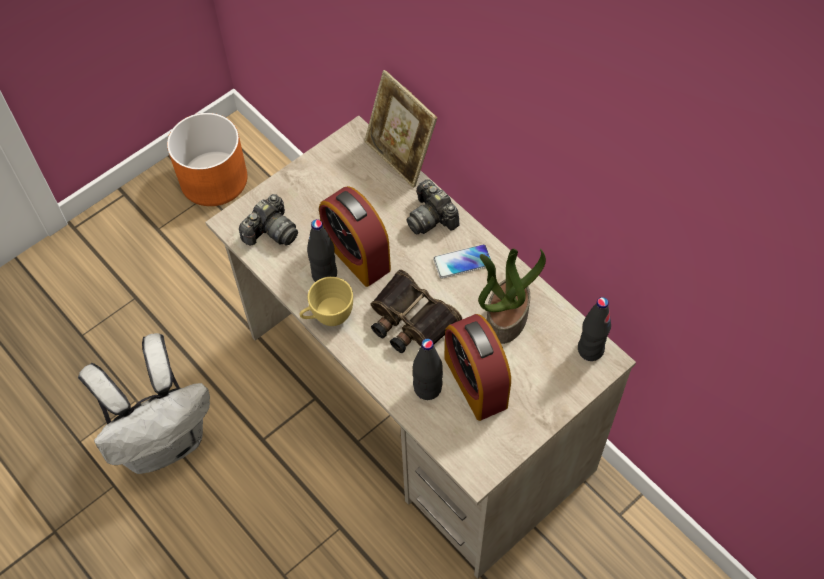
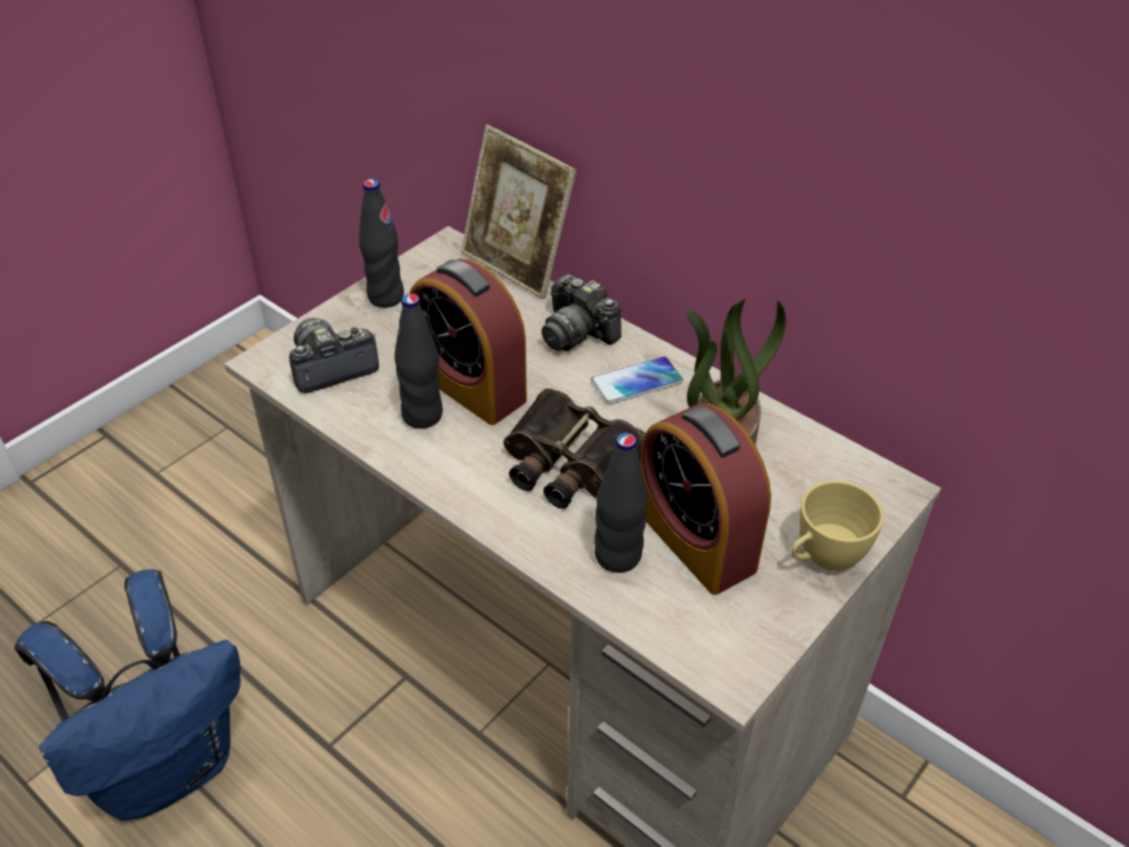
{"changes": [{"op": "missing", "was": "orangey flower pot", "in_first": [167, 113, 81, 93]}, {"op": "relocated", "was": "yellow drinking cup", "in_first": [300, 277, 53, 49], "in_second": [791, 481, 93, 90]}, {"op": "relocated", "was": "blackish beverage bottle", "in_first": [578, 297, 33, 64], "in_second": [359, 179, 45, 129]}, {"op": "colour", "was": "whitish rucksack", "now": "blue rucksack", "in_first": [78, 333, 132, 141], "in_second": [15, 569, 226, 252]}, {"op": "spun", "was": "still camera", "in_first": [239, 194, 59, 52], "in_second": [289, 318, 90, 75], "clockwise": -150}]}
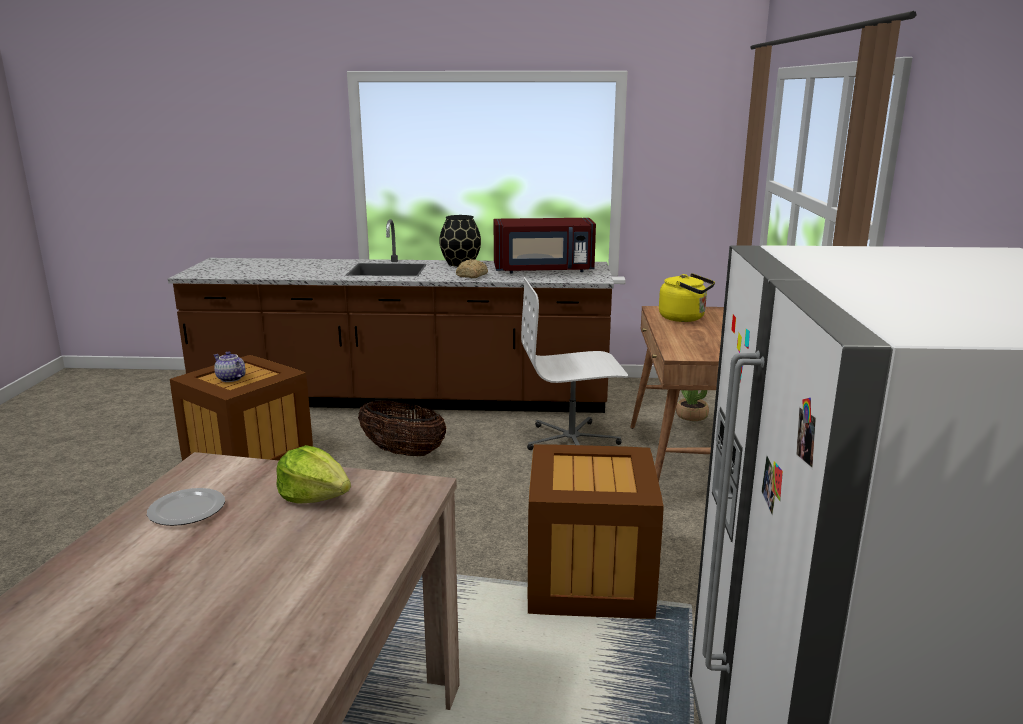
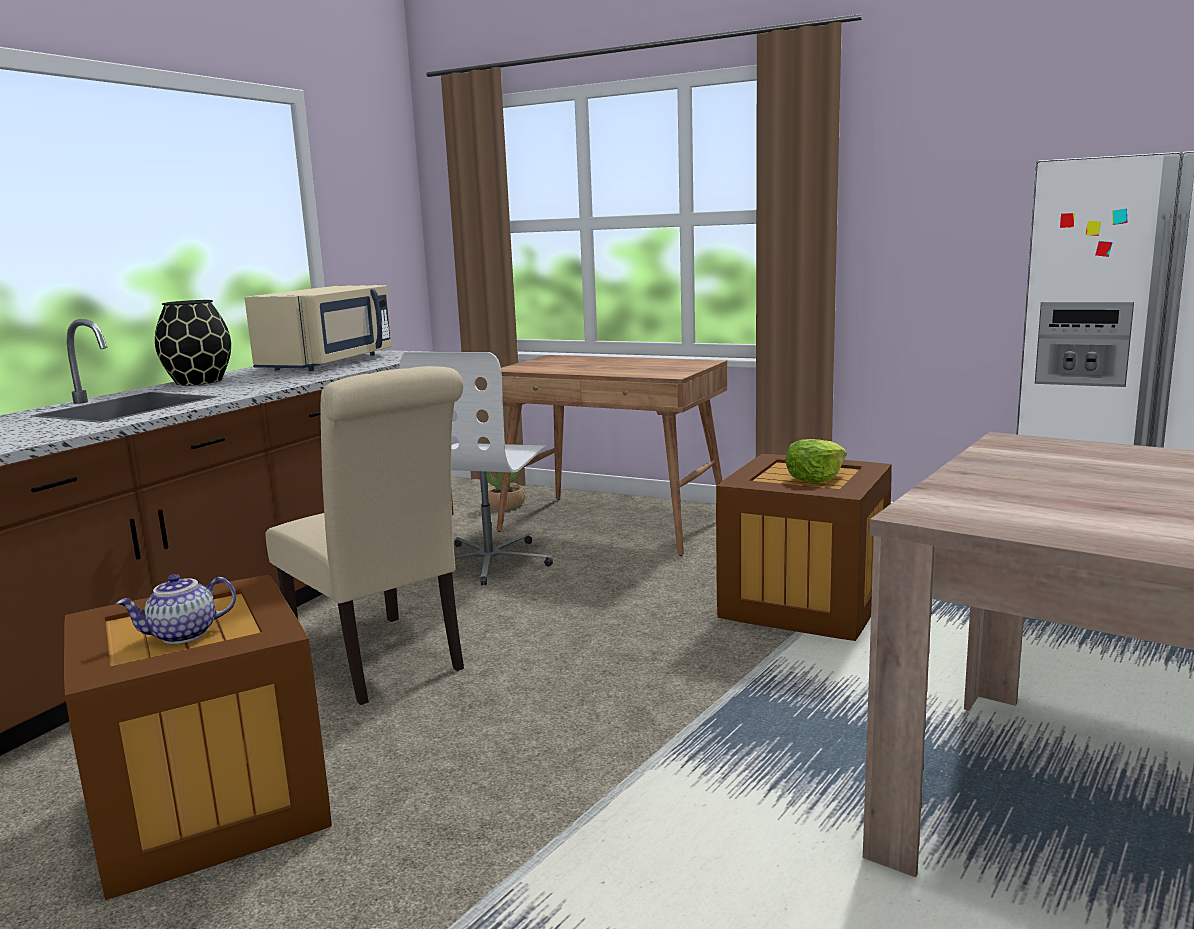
{"changes": [{"op": "missing", "was": "flat dish", "in_first": [147, 488, 78, 38]}, {"op": "missing", "was": "baked bread", "in_first": [456, 259, 32, 19]}, {"op": "missing", "was": "yellow tea kettle", "in_first": [659, 273, 56, 49]}, {"op": "relocated", "was": "lettuce", "in_first": [276, 445, 75, 59], "in_second": [785, 439, 62, 44]}, {"op": "exchanged", "was": "household basket", "now": "sand-coloured upright chair", "in_first": [358, 400, 89, 56], "in_second": [265, 366, 199, 339]}, {"op": "colour", "was": "red-coloured microwave oven", "now": "sand-coloured microwave oven", "in_first": [494, 218, 102, 56], "in_second": [244, 285, 148, 86]}]}
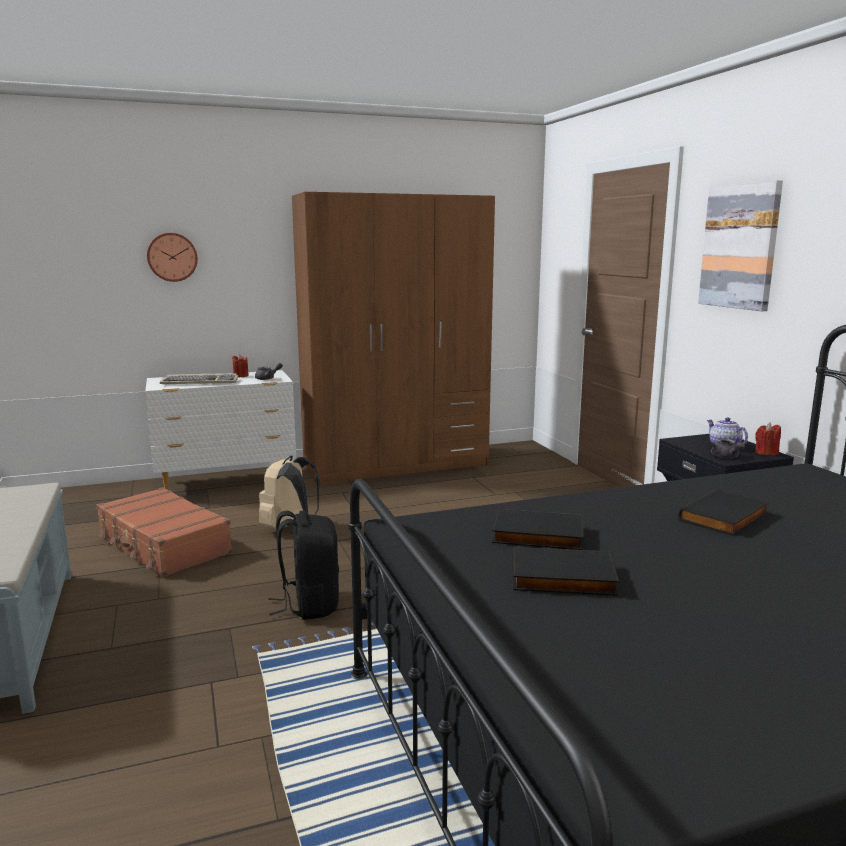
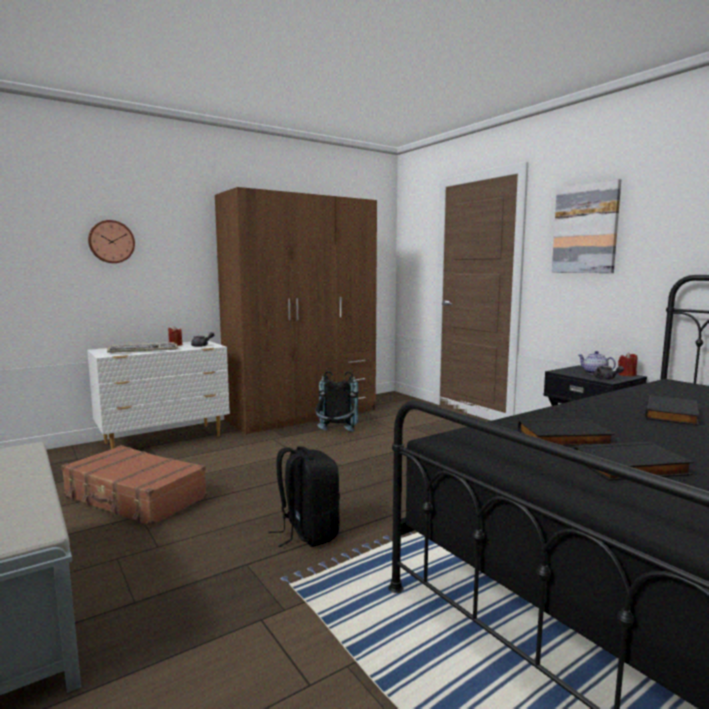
{"changes": [{"op": "missing", "was": "sand-coloured rucksack", "in_first": [259, 456, 61, 78]}, {"op": "appeared", "now": "blackish rucksack", "in_second": [316, 371, 42, 61]}]}
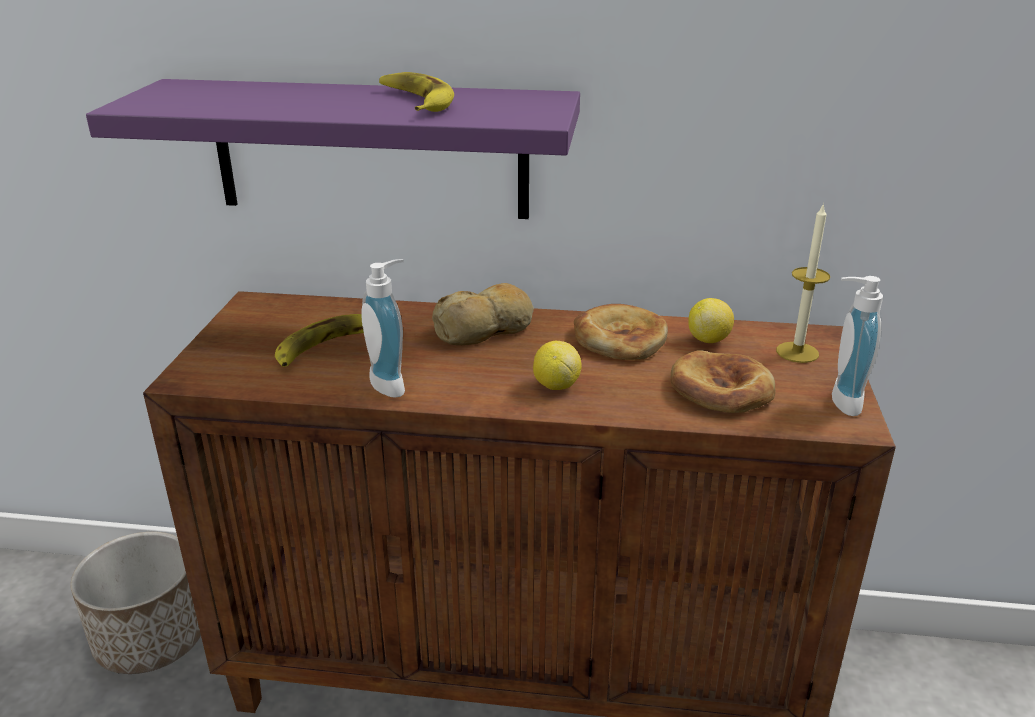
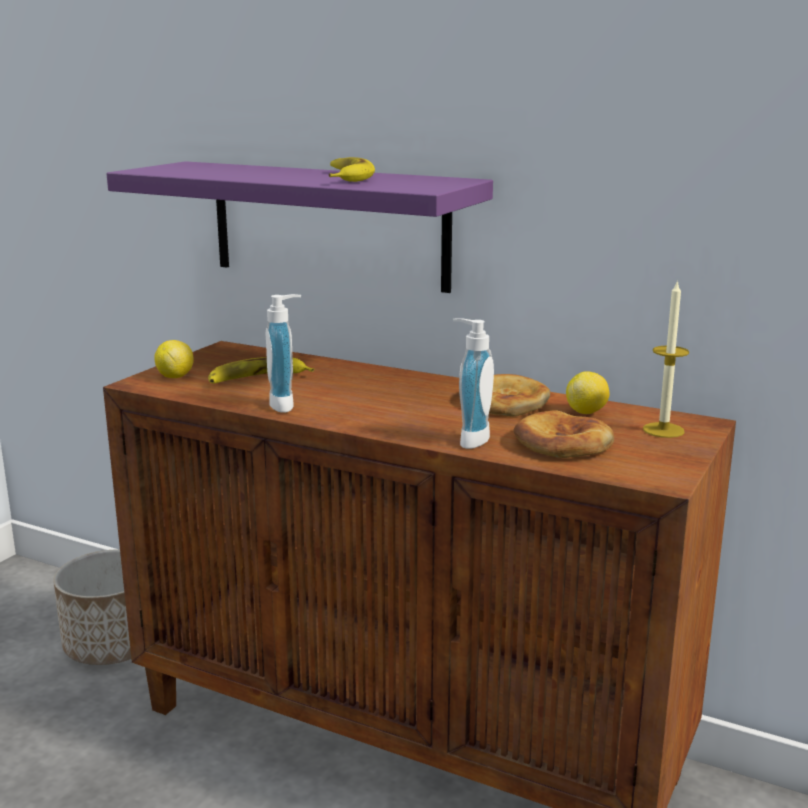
{"changes": [{"op": "missing", "was": "baked bread", "in_first": [432, 283, 102, 62]}, {"op": "relocated", "was": "whole lemon", "in_first": [533, 341, 49, 49], "in_second": [154, 340, 40, 38]}, {"op": "relocated", "was": "liquid soap bottle", "in_first": [832, 276, 51, 140], "in_second": [453, 318, 41, 131]}]}
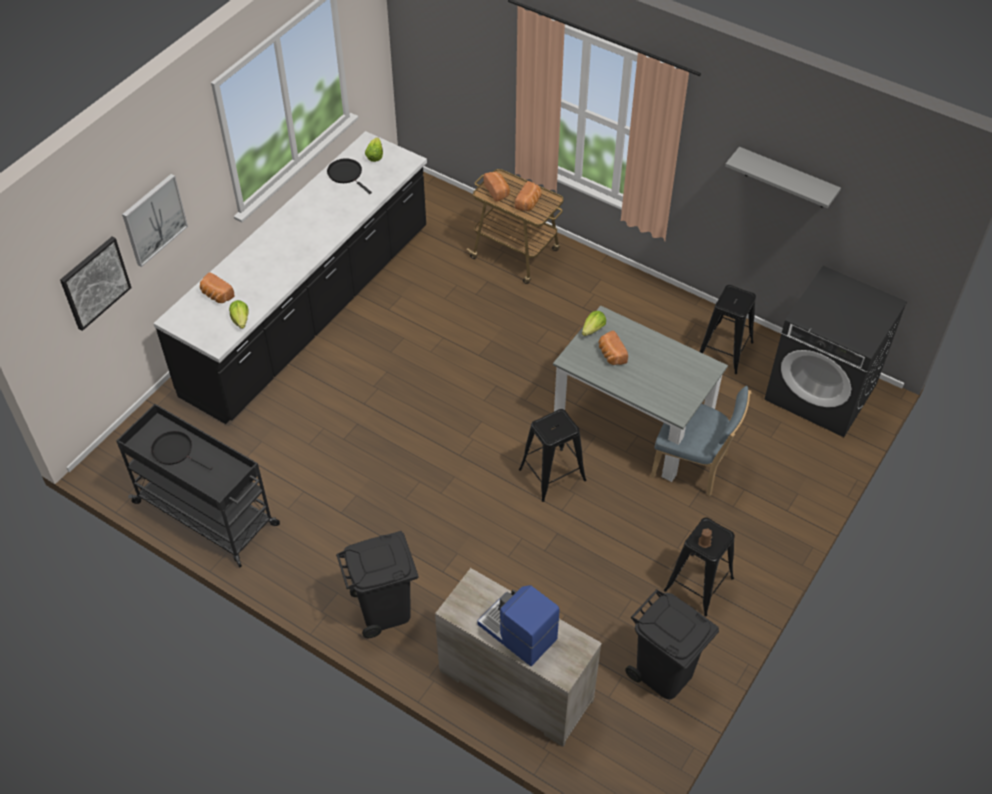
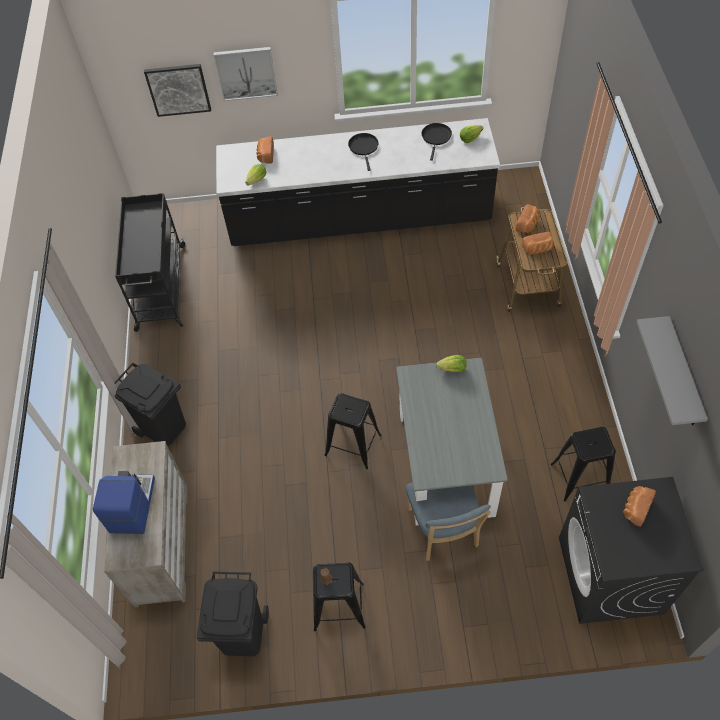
{"changes": [{"op": "relocated", "was": "blackish skillet", "in_first": [151, 431, 62, 39], "in_second": [348, 133, 30, 38]}, {"op": "relocated", "was": "baked bread", "in_first": [599, 331, 29, 34], "in_second": [623, 486, 33, 41]}]}
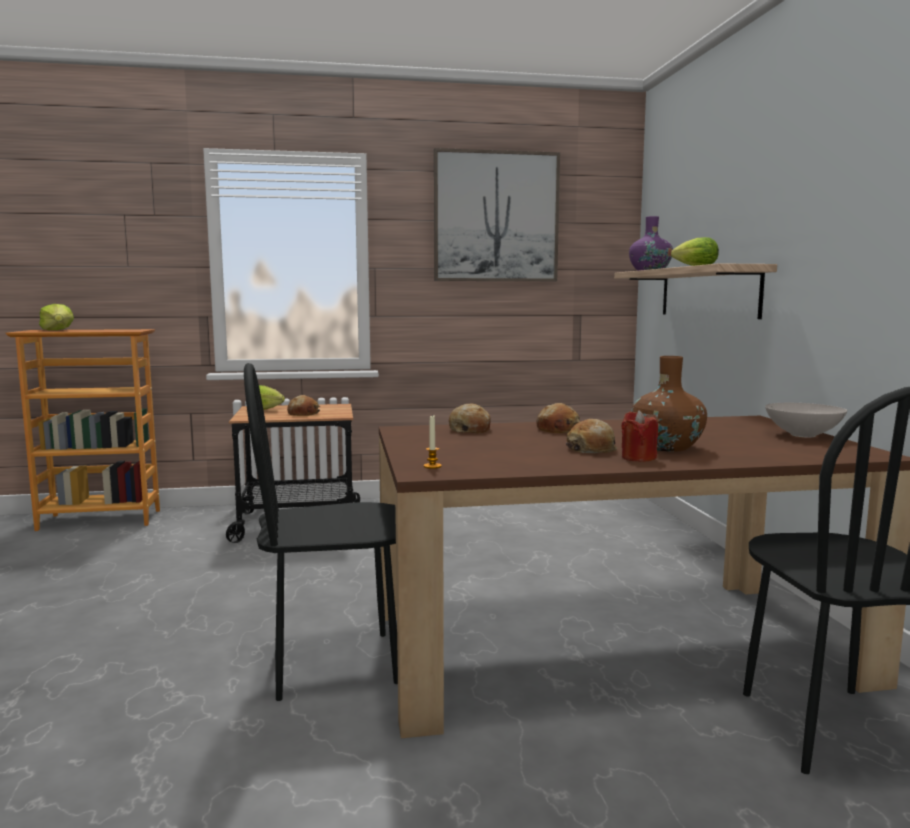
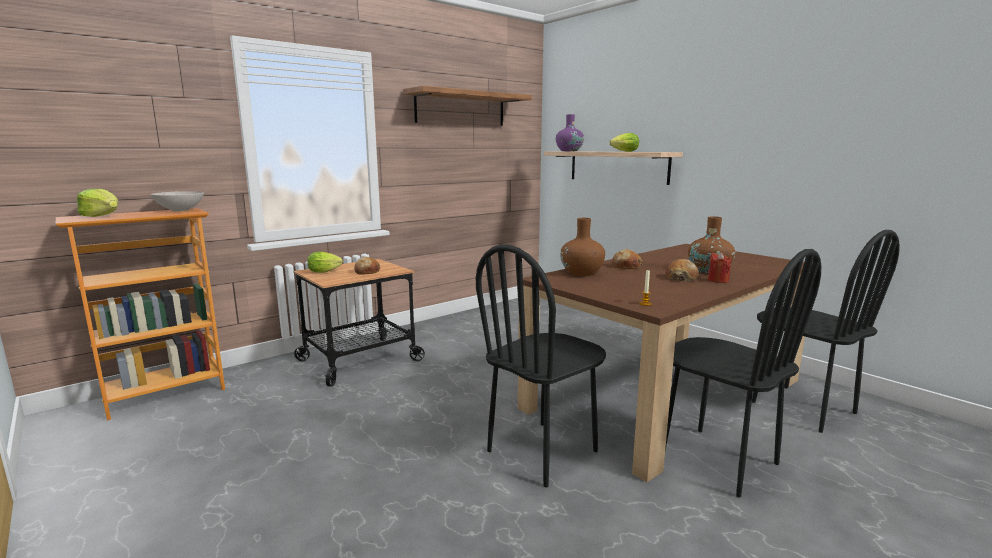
{"changes": [{"op": "appeared", "now": "blackish upright chair", "in_second": [665, 249, 156, 248]}, {"op": "relocated", "was": "whitish deep dish", "in_first": [765, 403, 82, 35], "in_second": [150, 191, 54, 20]}, {"op": "exchanged", "was": "wall art", "now": "bracket shelf", "in_first": [434, 148, 126, 133], "in_second": [403, 86, 129, 40]}, {"op": "exchanged", "was": "baked bread", "now": "brown flower vase", "in_first": [449, 403, 42, 30], "in_second": [560, 218, 45, 58]}]}
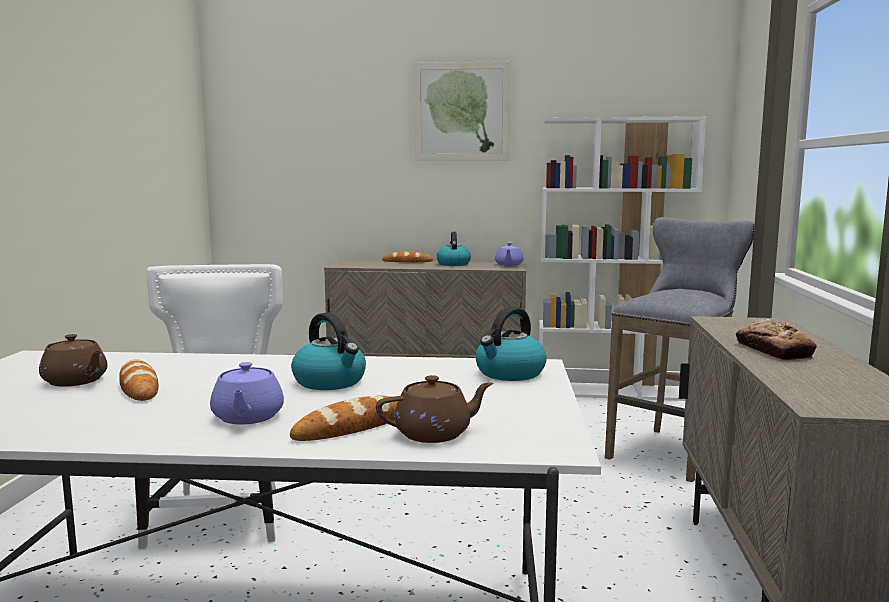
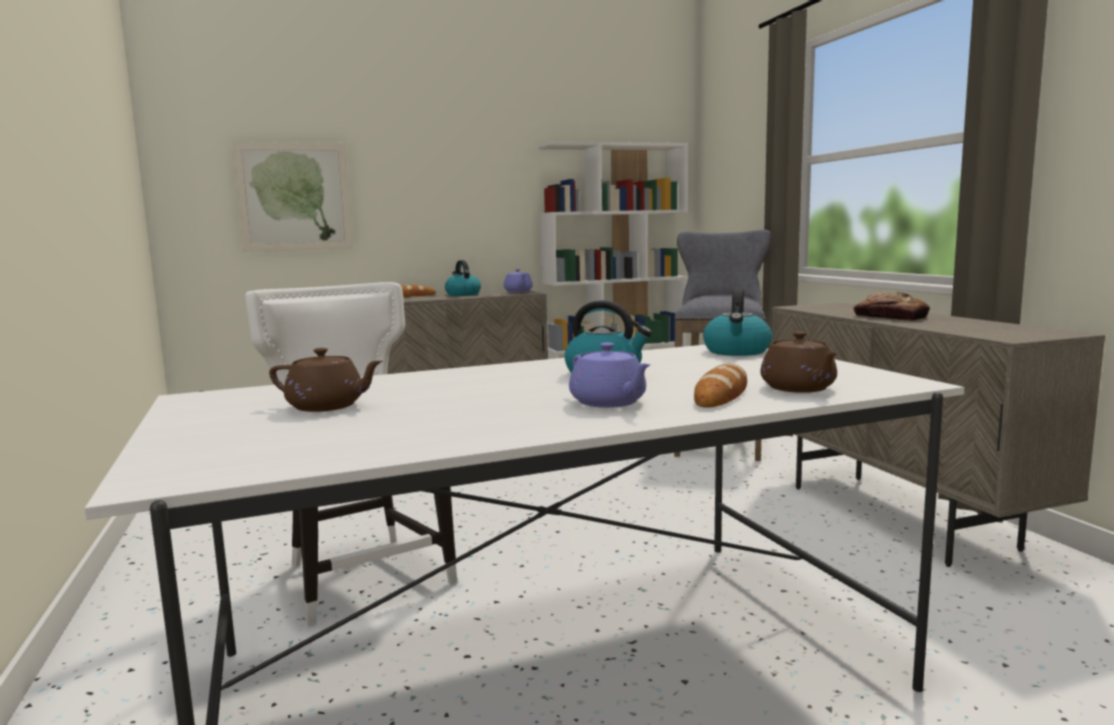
{"changes": [{"op": "missing", "was": "baked bread", "in_first": [119, 359, 40, 42]}, {"op": "relocated", "was": "wall art", "in_first": [414, 61, 96, 100], "in_second": [232, 142, 121, 110]}, {"op": "spun", "was": "brown tea pot", "in_first": [376, 375, 117, 68], "in_second": [760, 331, 78, 62], "clockwise": 120}]}
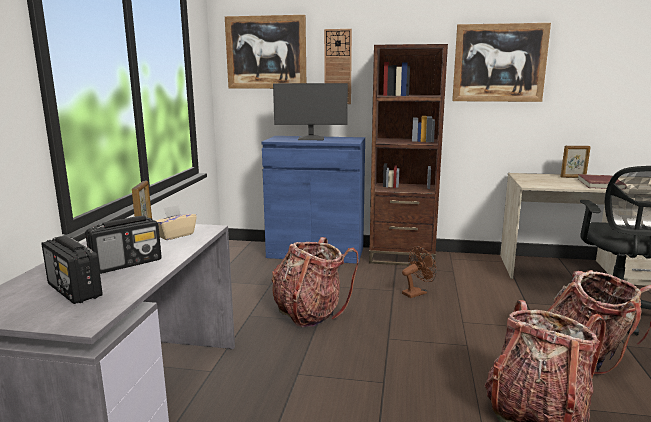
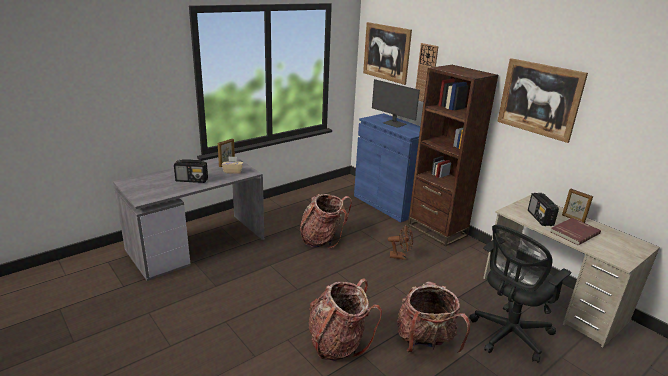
{"changes": [{"op": "relocated", "was": "radio", "in_first": [41, 236, 62, 68], "in_second": [528, 193, 31, 33]}]}
